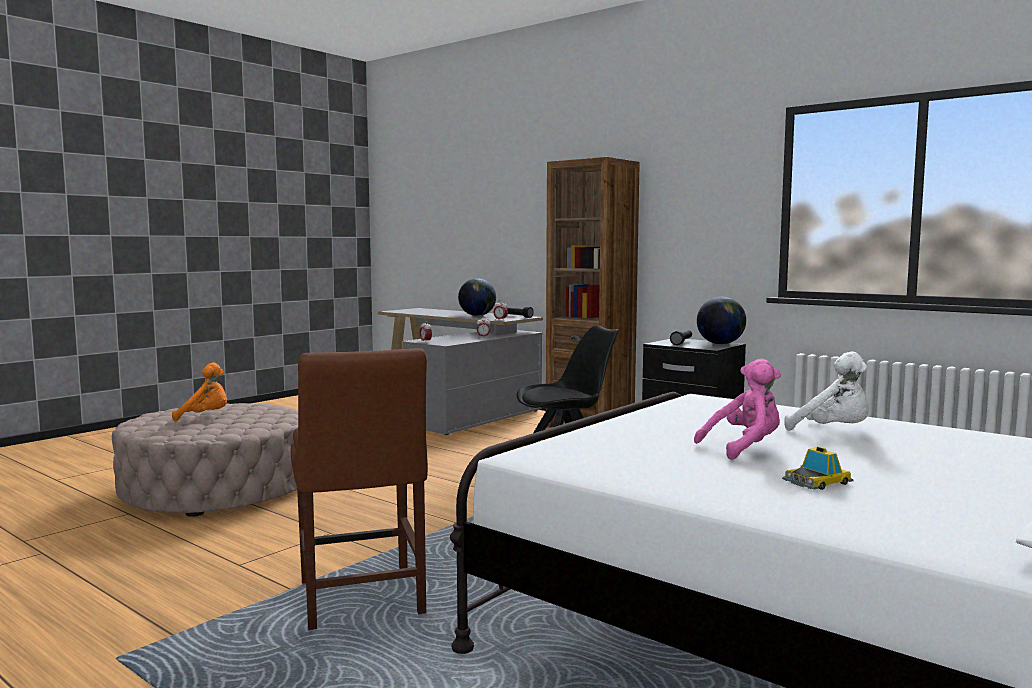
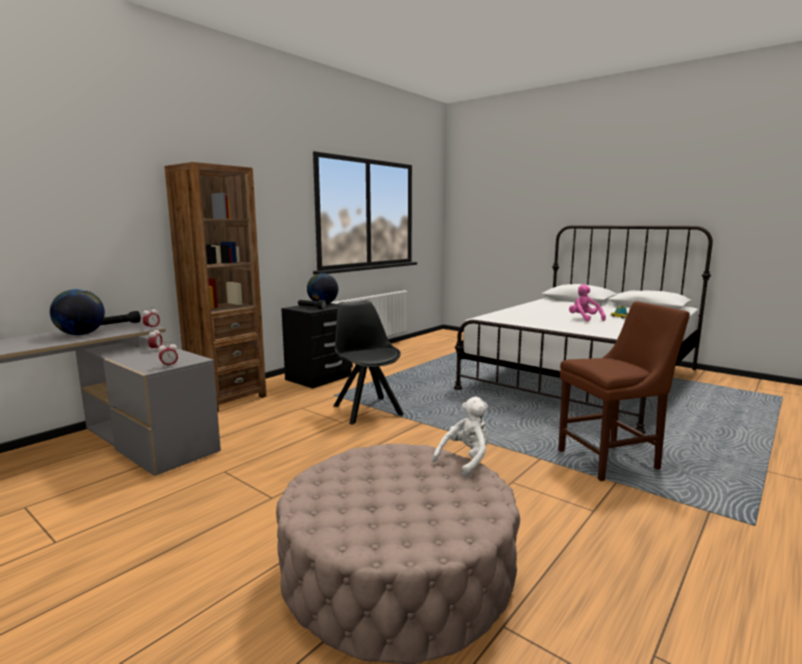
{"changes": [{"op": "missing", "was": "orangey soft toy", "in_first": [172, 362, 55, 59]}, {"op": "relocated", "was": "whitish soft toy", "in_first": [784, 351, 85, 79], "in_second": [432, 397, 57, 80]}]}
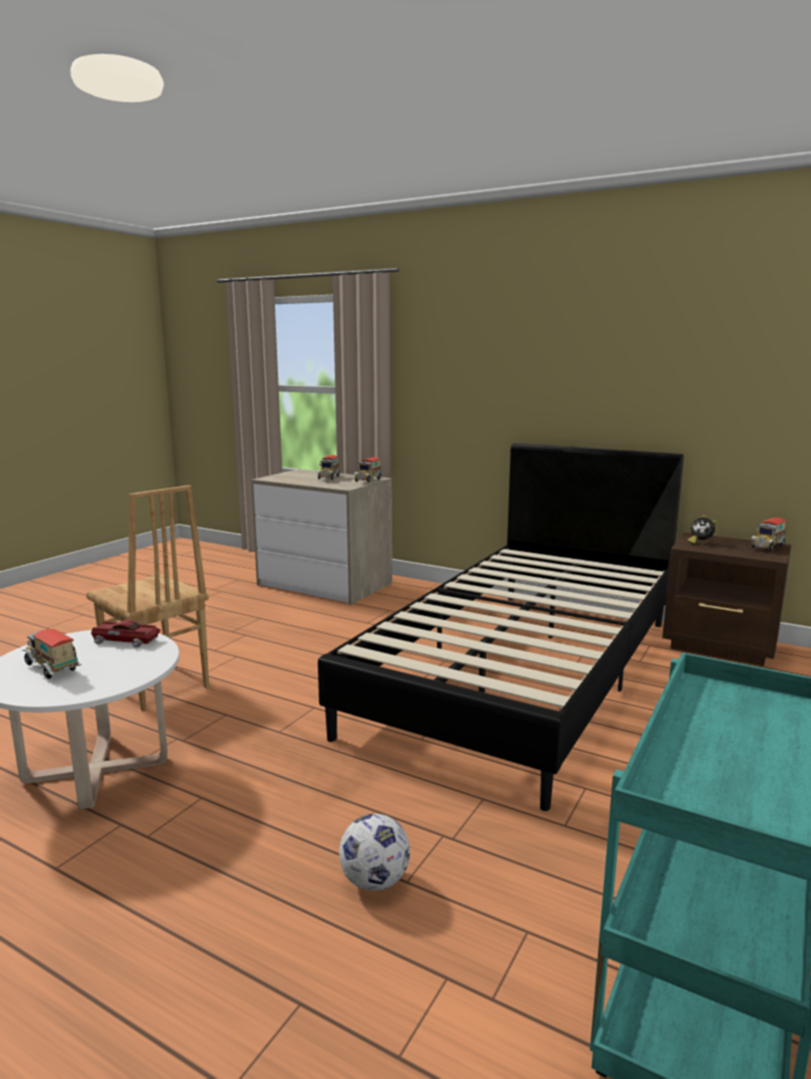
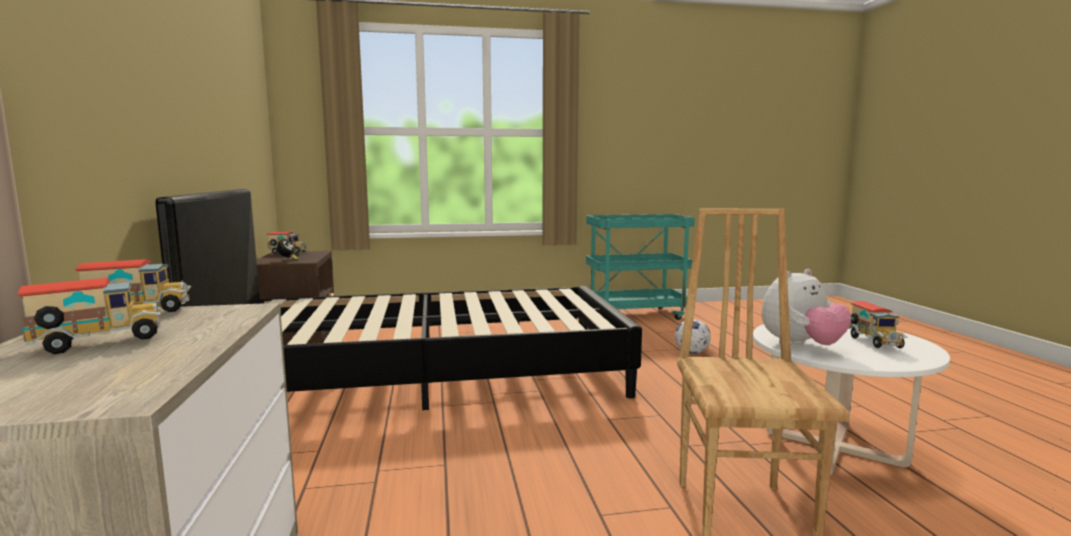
{"changes": [{"op": "exchanged", "was": "miniature car", "now": "soft toy", "in_first": [91, 619, 70, 29], "in_second": [762, 269, 90, 77]}]}
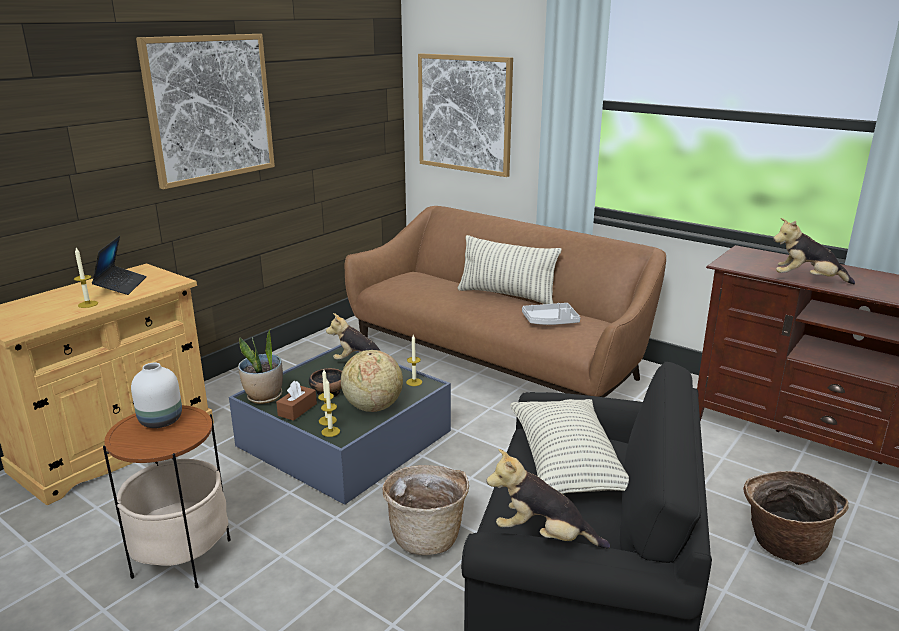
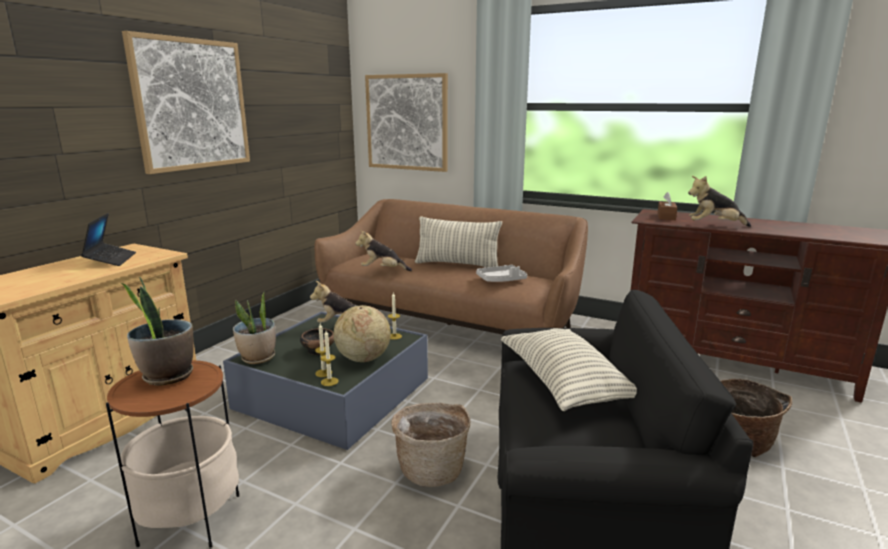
{"changes": [{"op": "missing", "was": "candle", "in_first": [74, 248, 24, 60]}, {"op": "relocated", "was": "brown box of tissues", "in_first": [276, 381, 41, 40], "in_second": [657, 192, 20, 28]}, {"op": "relocated", "was": "soft toy", "in_first": [486, 449, 124, 100], "in_second": [355, 230, 57, 41]}, {"op": "exchanged", "was": "whitish flower vase", "now": "houseplant", "in_first": [131, 363, 51, 65], "in_second": [121, 277, 73, 109]}]}
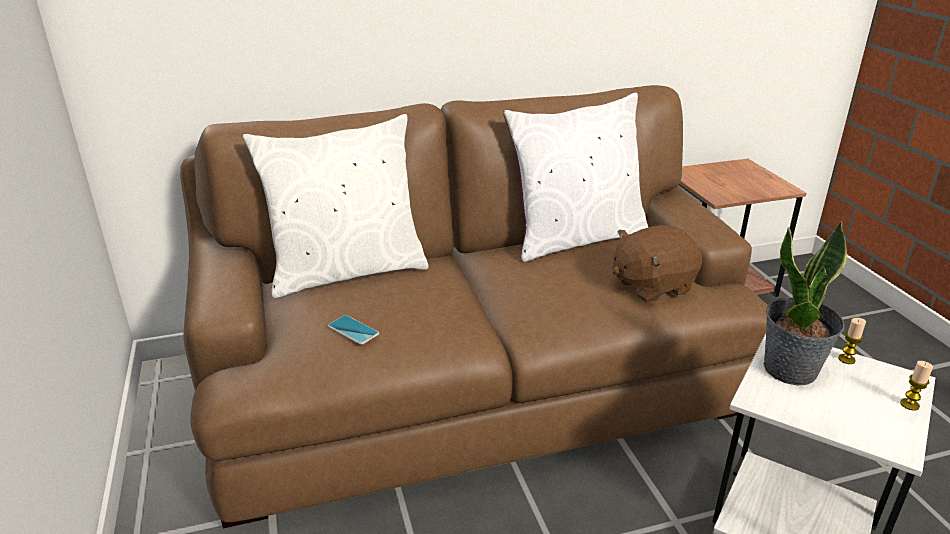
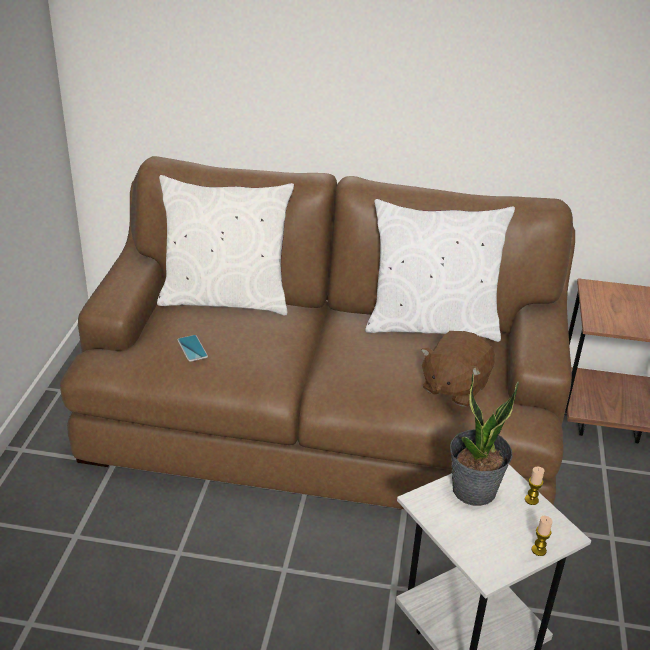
{"changes": [{"op": "spun", "was": "brown soft toy", "in_first": [613, 225, 89, 78], "in_second": [421, 331, 74, 76], "clockwise": -60}]}
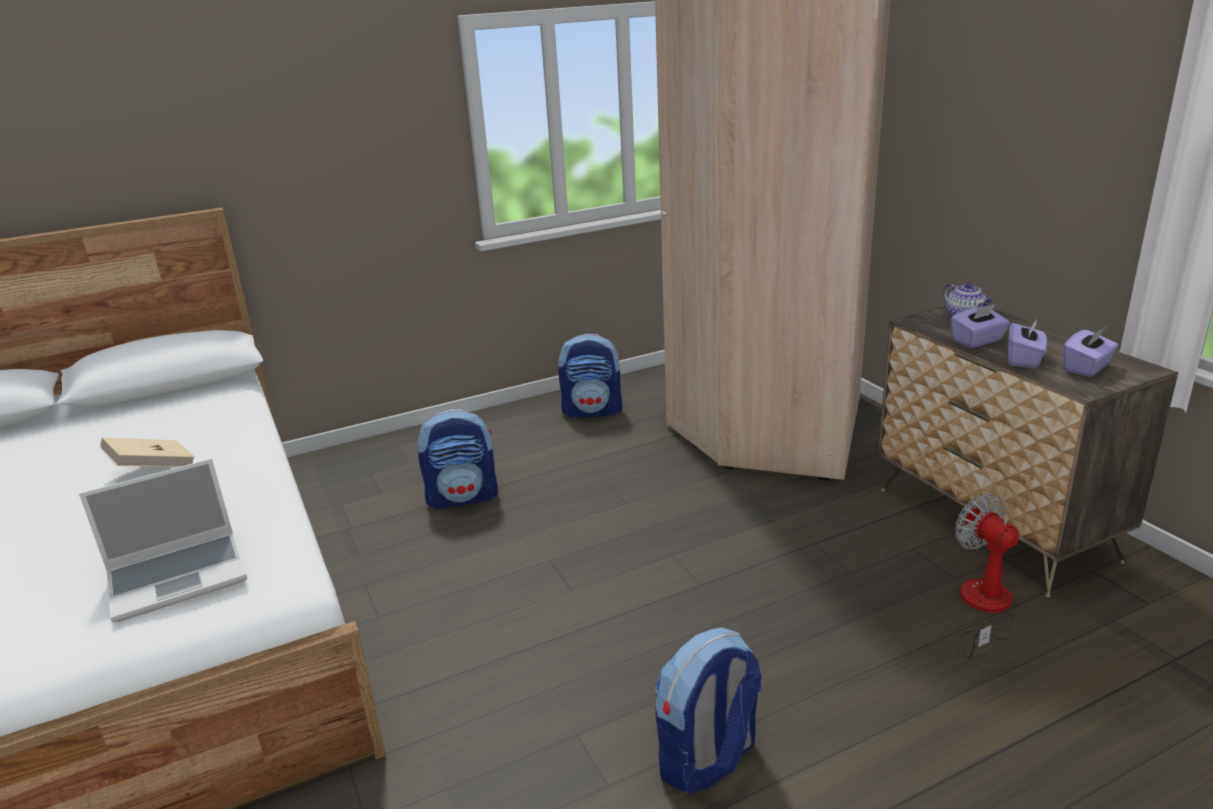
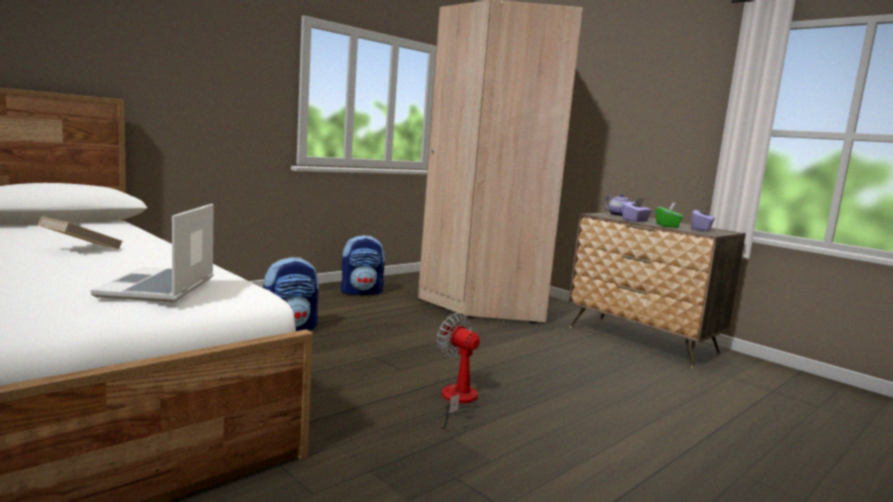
{"changes": [{"op": "missing", "was": "rucksack", "in_first": [655, 627, 107, 167]}, {"op": "relocated", "was": "cooling fan", "in_first": [955, 494, 64, 165], "in_second": [436, 313, 44, 116]}, {"op": "colour", "was": "purple box of tissues", "now": "green-coloured box of tissues", "in_first": [1008, 321, 39, 47], "in_second": [656, 203, 27, 25]}, {"op": "spun", "was": "laptop", "in_first": [79, 458, 168, 164], "in_second": [91, 204, 123, 99], "clockwise": 135}]}
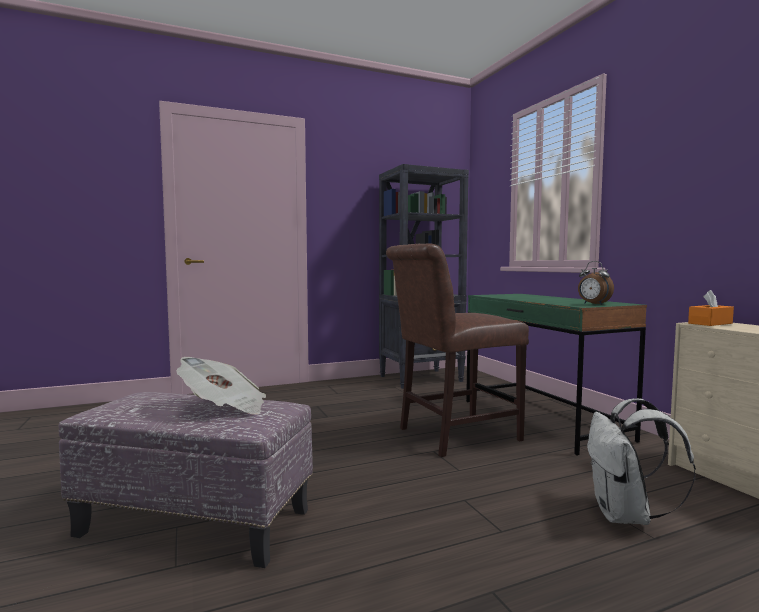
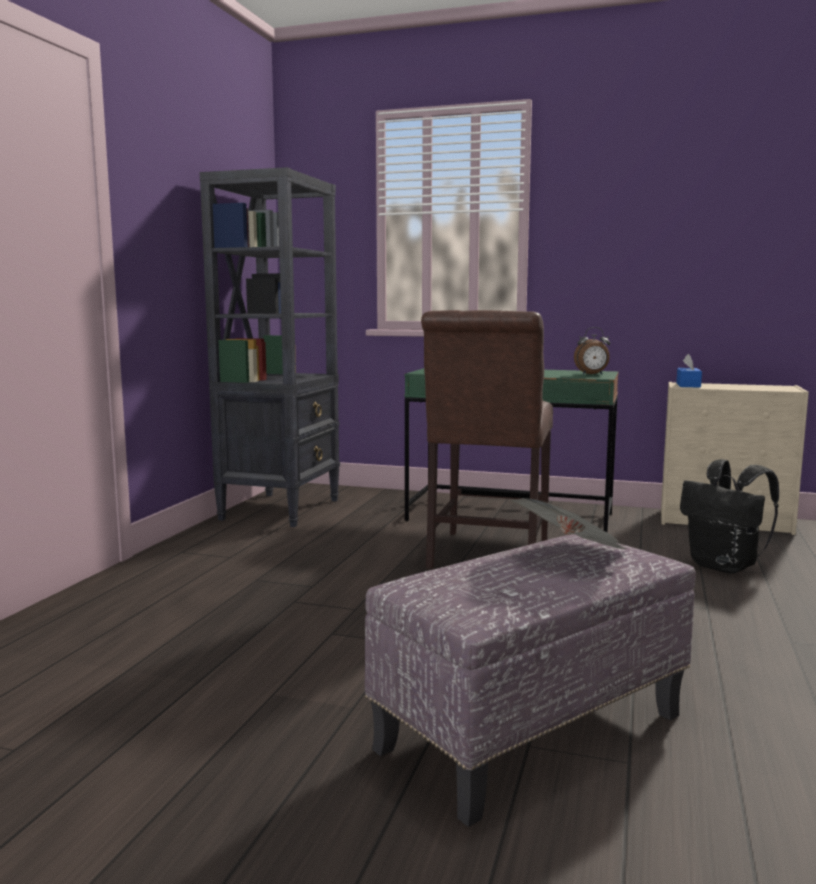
{"changes": [{"op": "colour", "was": "whitish rucksack", "now": "blackish rucksack", "in_first": [587, 398, 109, 127], "in_second": [680, 459, 99, 115]}, {"op": "colour", "was": "orangey box of tissues", "now": "blue box of tissues", "in_first": [688, 290, 46, 36], "in_second": [676, 354, 26, 34]}]}
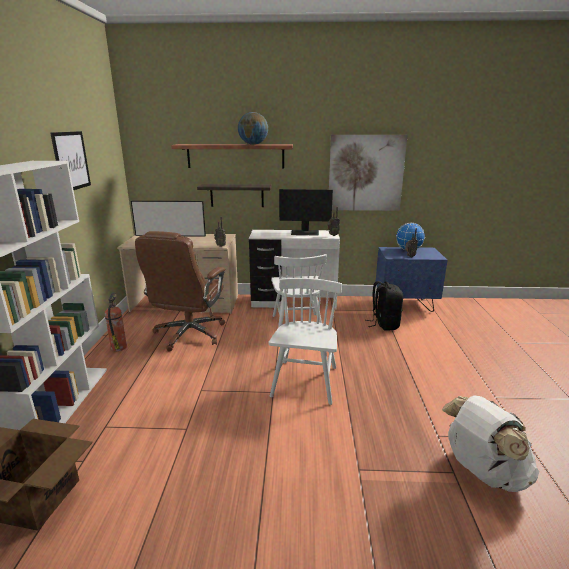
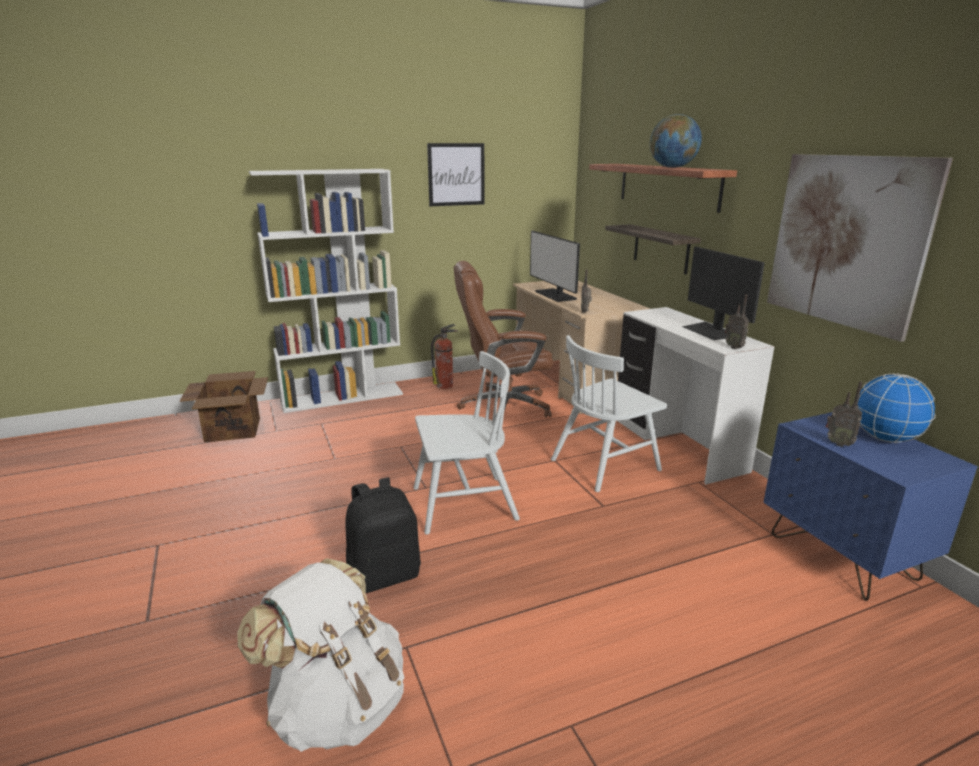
{"changes": [{"op": "relocated", "was": "blackish rucksack", "in_first": [366, 281, 37, 50], "in_second": [345, 477, 76, 116]}]}
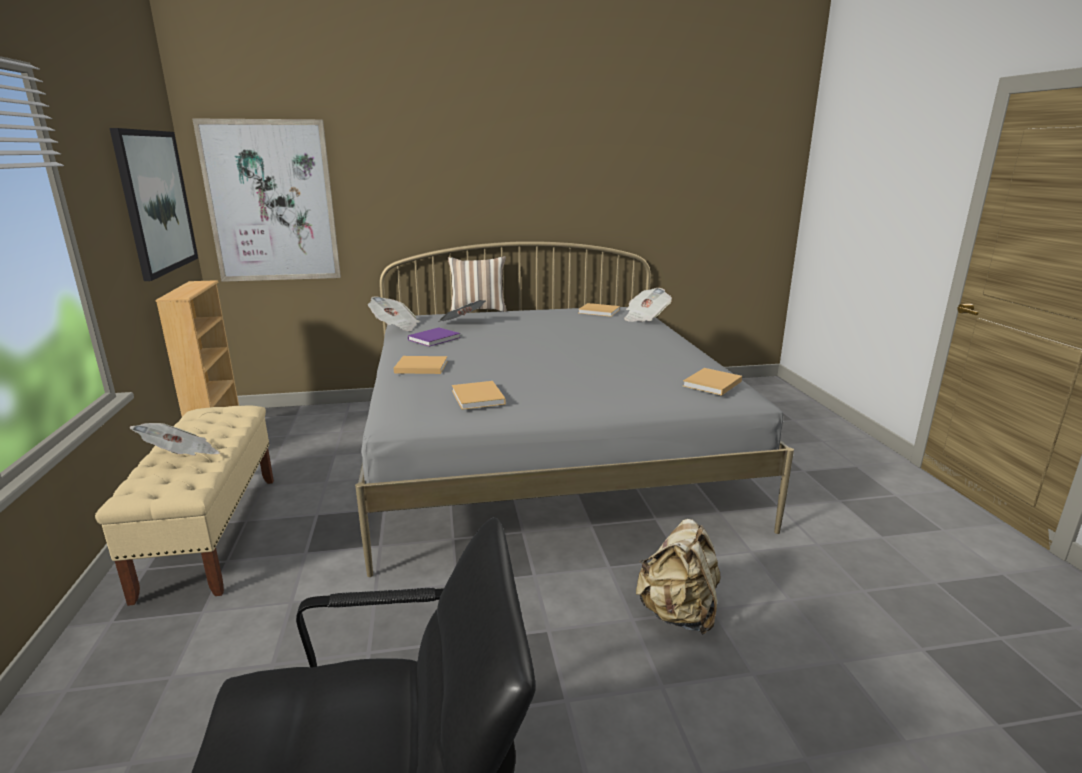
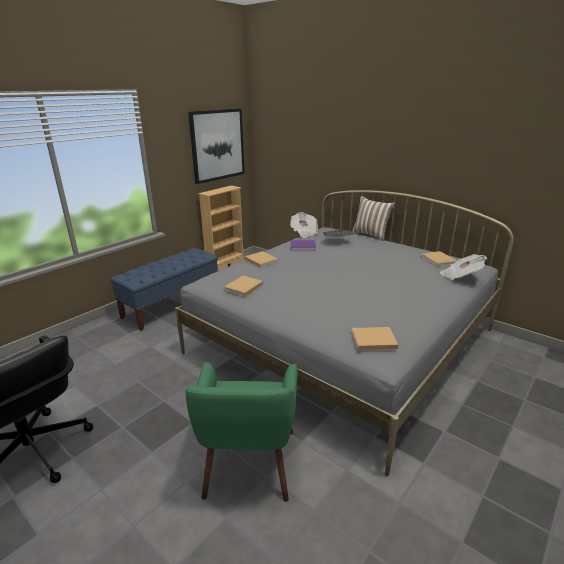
{"changes": [{"op": "missing", "was": "daily paper", "in_first": [130, 423, 90, 33]}, {"op": "missing", "was": "wall art", "in_first": [193, 119, 148, 163]}, {"op": "exchanged", "was": "sand-coloured rucksack", "now": "green-coloured lounge chair", "in_first": [636, 519, 84, 116], "in_second": [185, 362, 113, 140]}, {"op": "colour", "was": "sand-coloured long seat", "now": "blue long seat", "in_first": [95, 406, 179, 200], "in_second": [110, 248, 108, 83]}]}
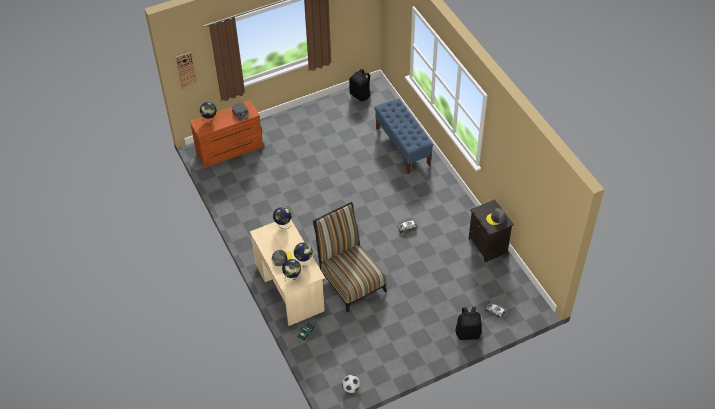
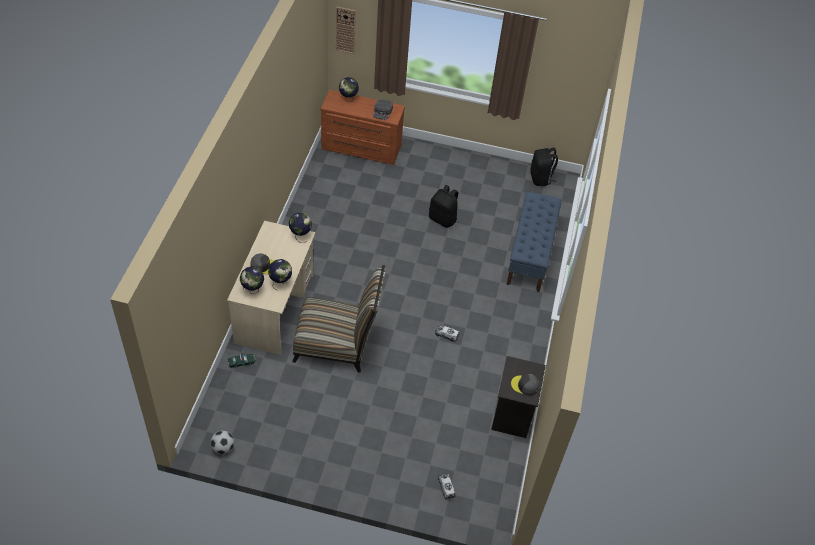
{"changes": [{"op": "relocated", "was": "blackish rucksack", "in_first": [455, 307, 27, 33], "in_second": [429, 185, 29, 43]}, {"op": "spun", "was": "upright chair", "in_first": [313, 202, 74, 111], "in_second": [292, 265, 94, 108], "clockwise": 90}]}
